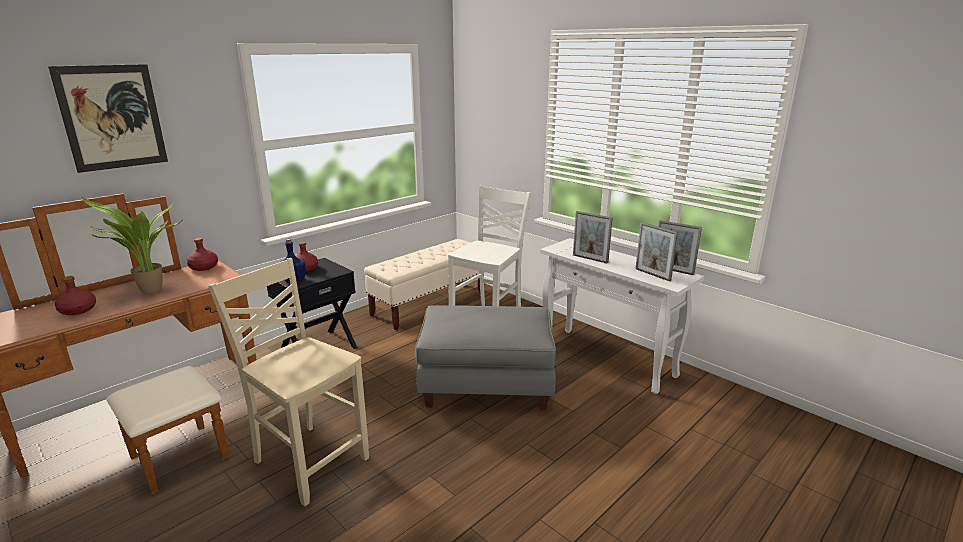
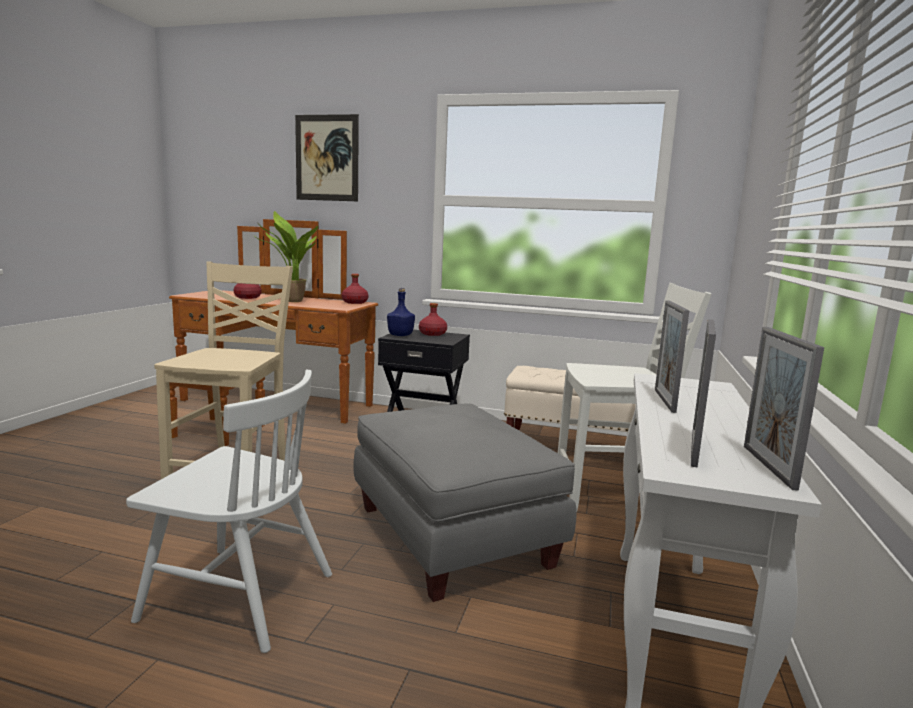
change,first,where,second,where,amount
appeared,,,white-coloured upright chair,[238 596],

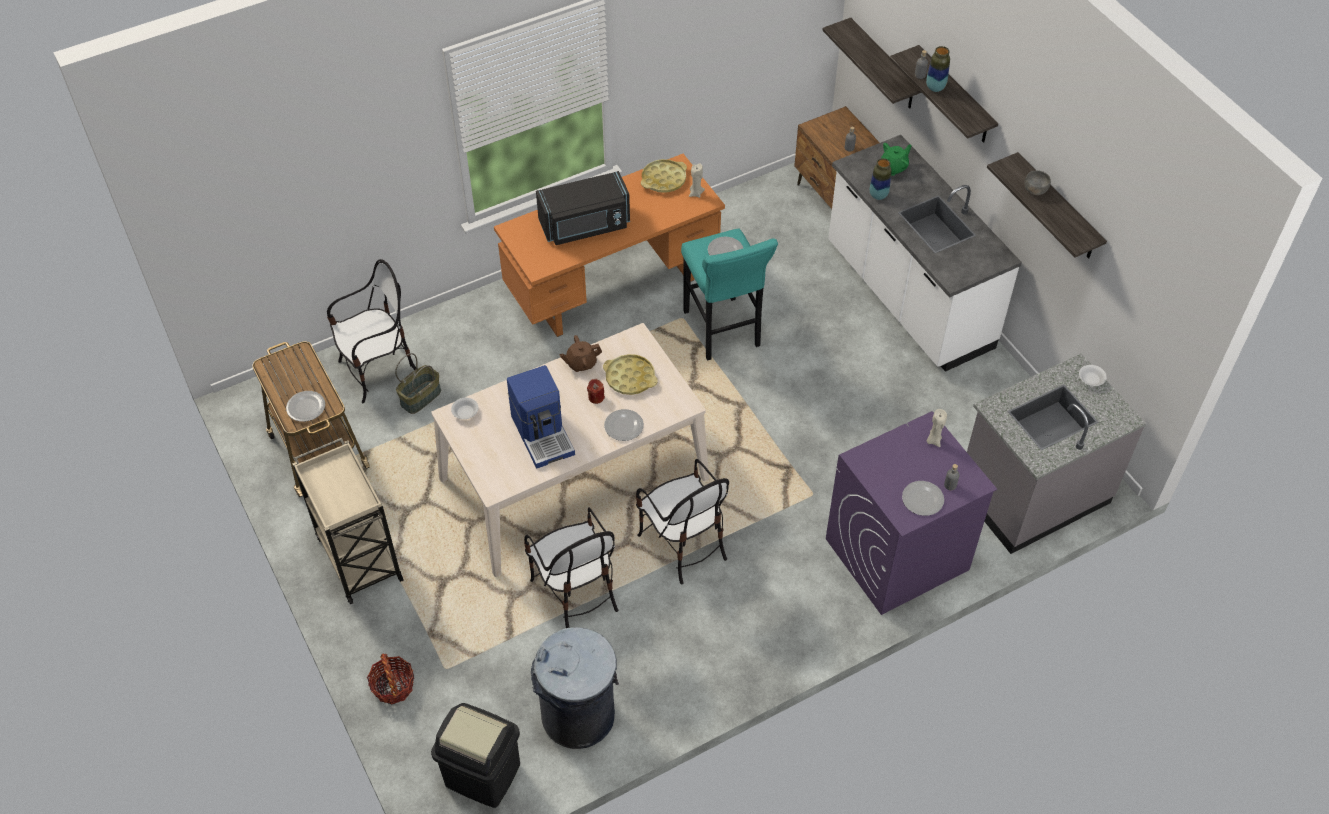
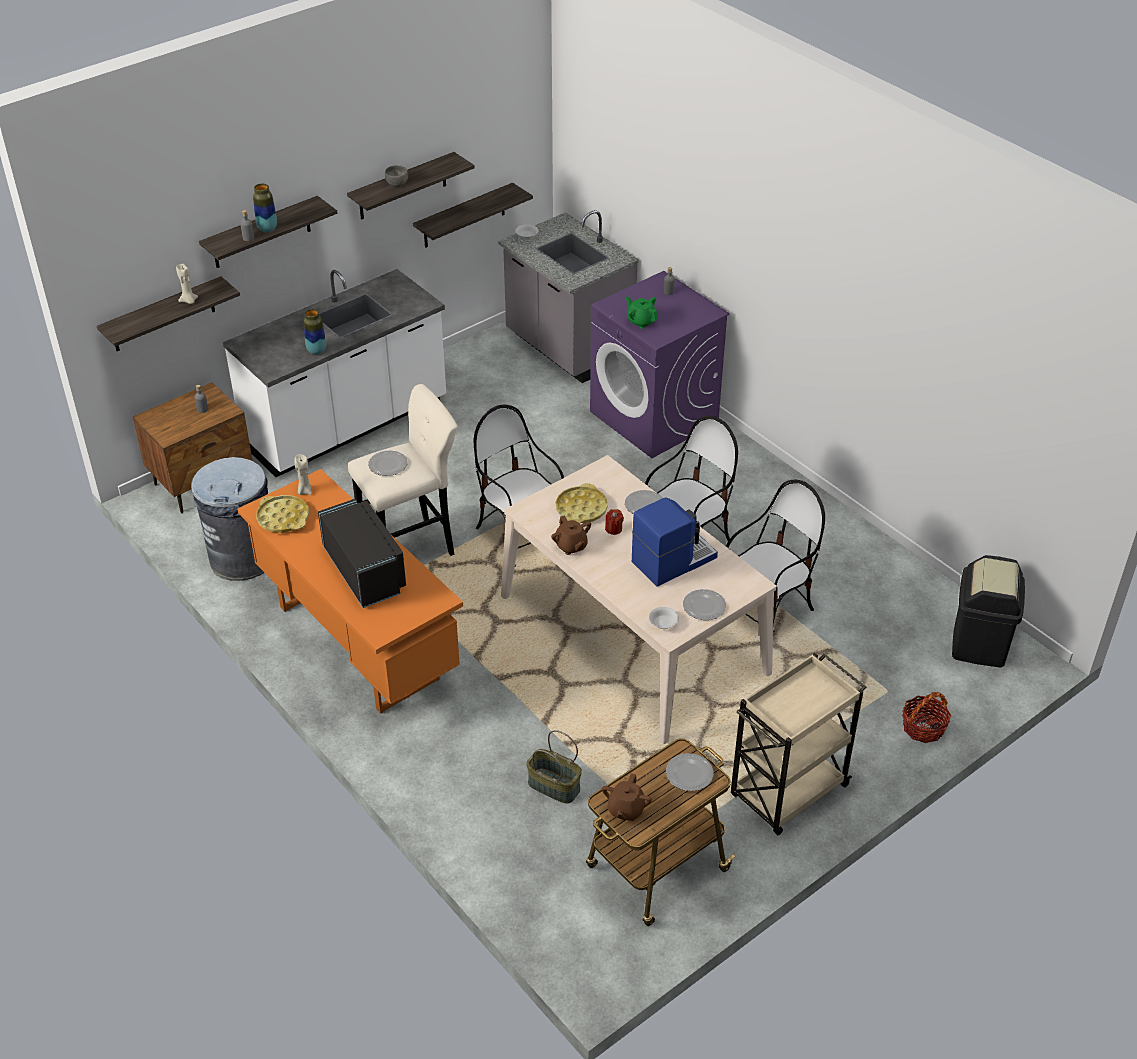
change,first,where,second,where,amount
relocated,greenish tea pot,[893 167],,[641 321],
colour,turquoise-coloured stool seat,[722 332],sand-coloured stool seat,[412 548],
relocated,upright chair,[379 370],,[519 535],
relocated,sand-coloured wax light,[933 440],,[189 301],
relocated,flat dish,[922 499],,[703 606],
relocated,greyish waste bin,[578 716],,[244 557],
appeared,,,wall shelf,[464 216],
appeared,,,brownish tea pot,[625 809],

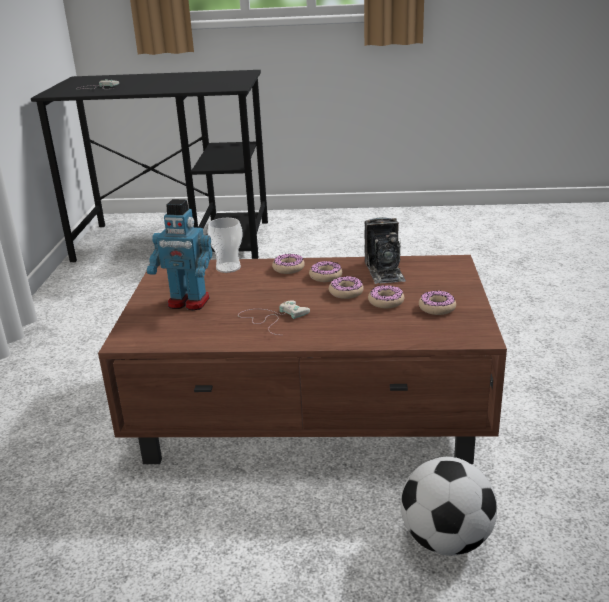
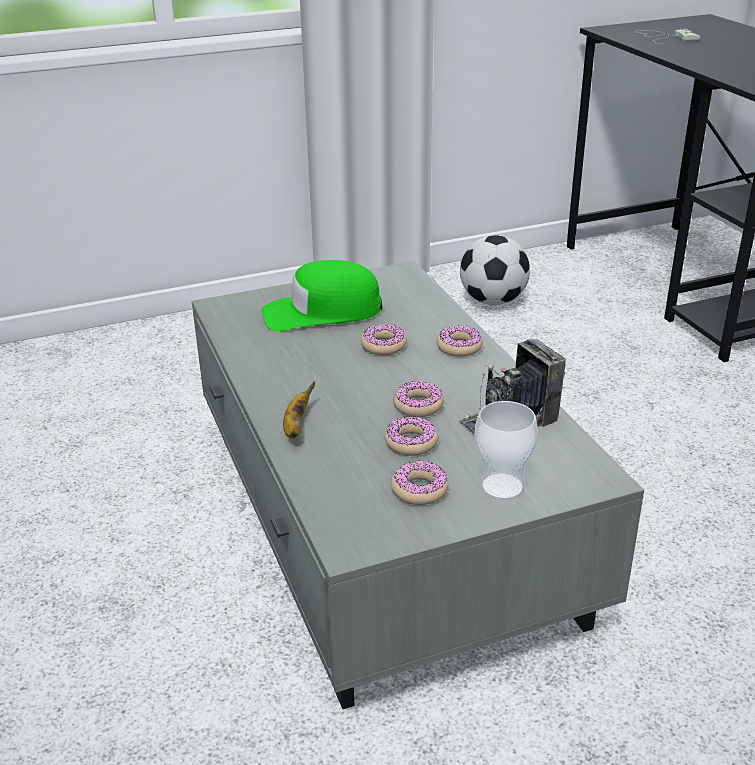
change,first,where,second,where,amount
exchanged,robot figure,[188 302],greenish peaked cap,[322 312],
relocated,small cup,[228 267],,[502 487],
colour,brownish coffee table,[313 409],greyish coffee table,[384 525],
relocated,doughnut,[325 276],,[383 346],
missing,white-coloured game controller,[272 318],,,
relocated,ball for football,[446 540],,[492 301],
appeared,,,whole banana,[296 426],

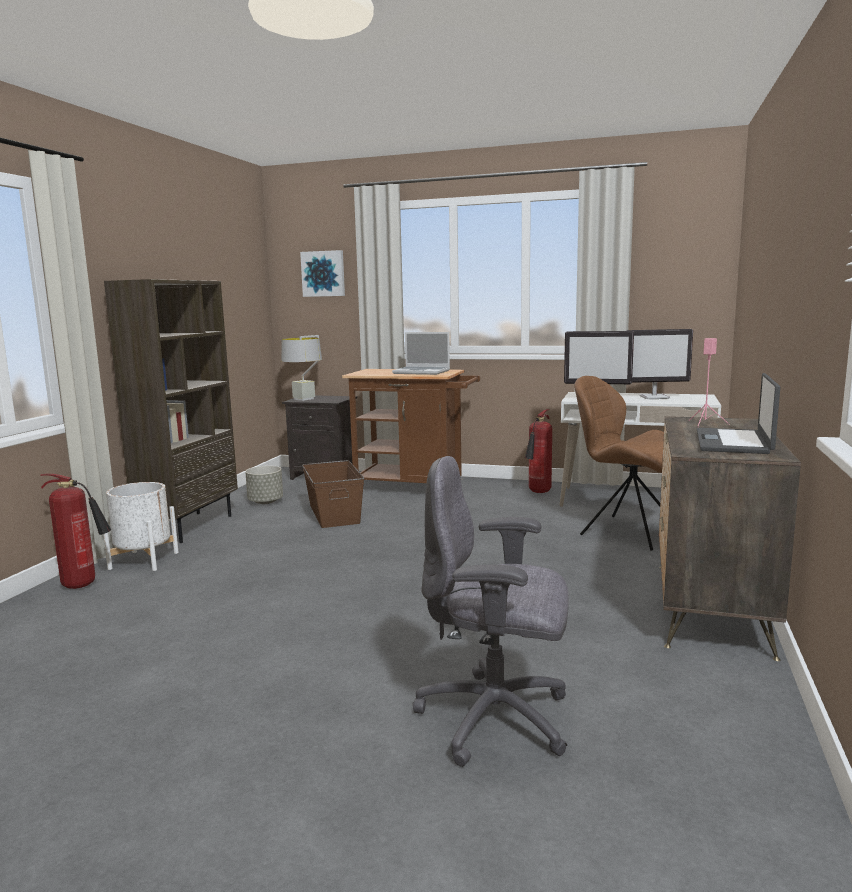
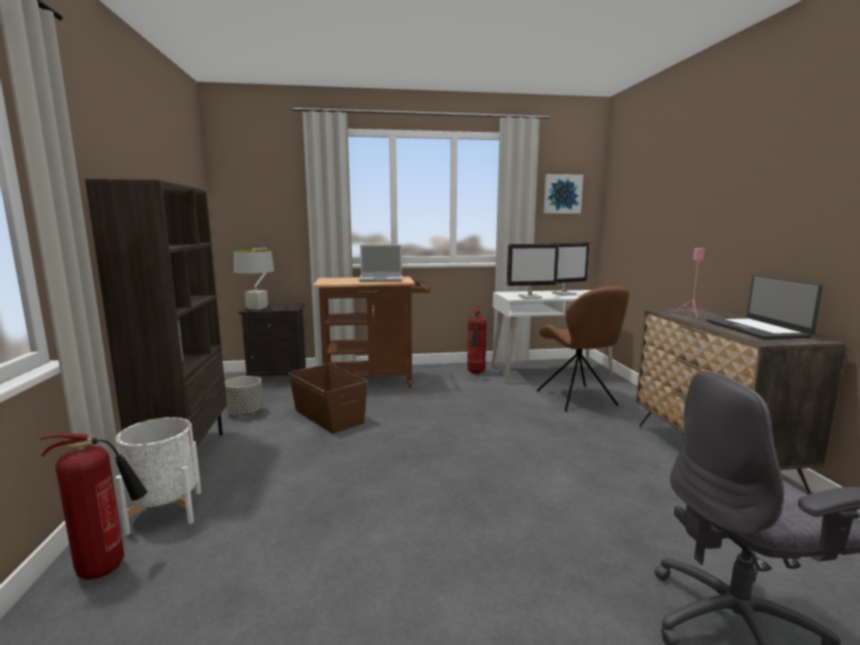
change,first,where,second,where,amount
relocated,wall picture,[323 274],,[562 194],
spun,brownish upright chair,[627 531],,[577 399],120 degrees counterclockwise

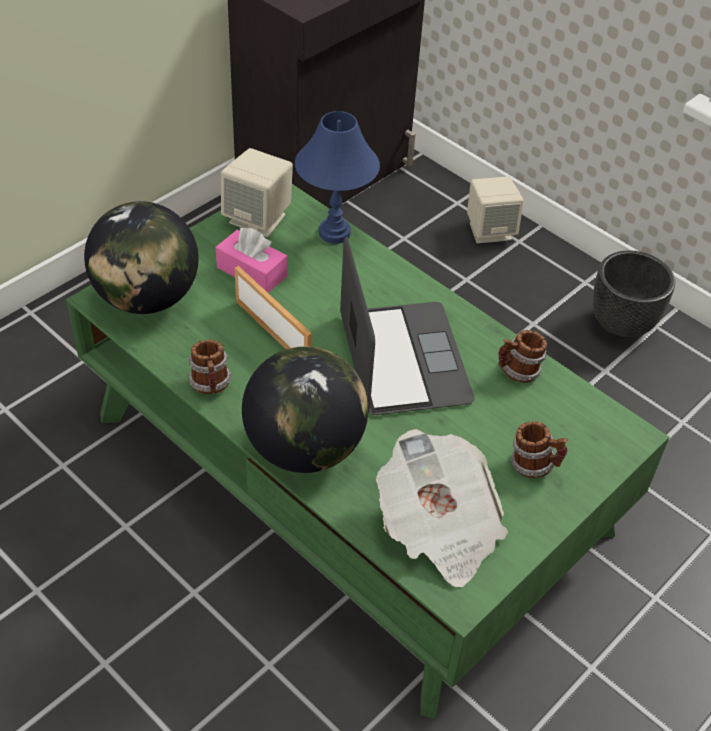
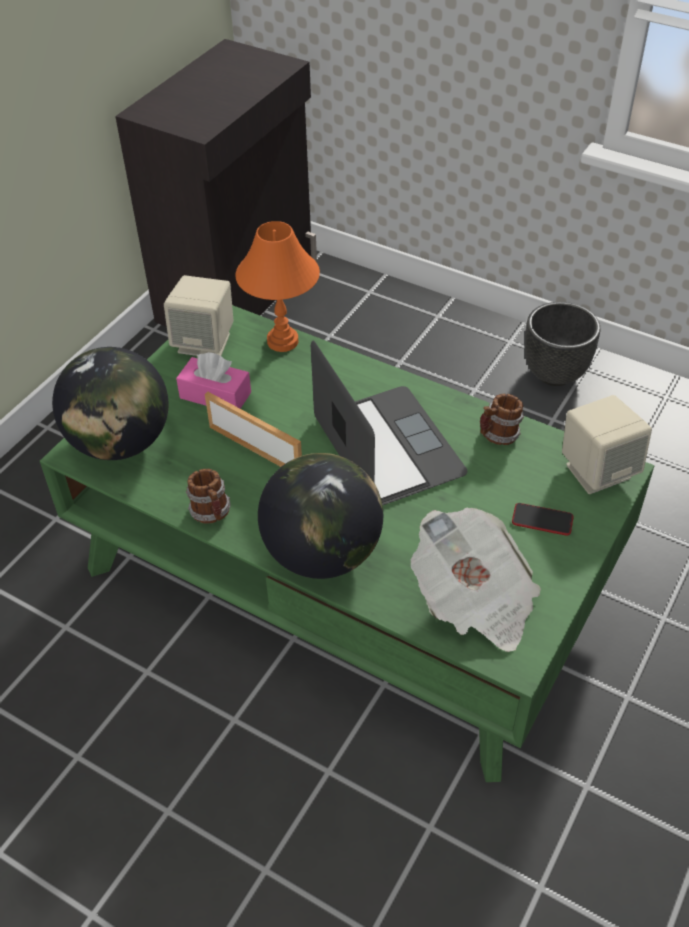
change,first,where,second,where,amount
colour,bluish lamp for a table,[334 232],orange-coloured lamp for a table,[282 341],
relocated,sand-coloured audio speaker,[490 231],,[597 471],
exchanged,coffee mug,[534 465],phone,[542 520],

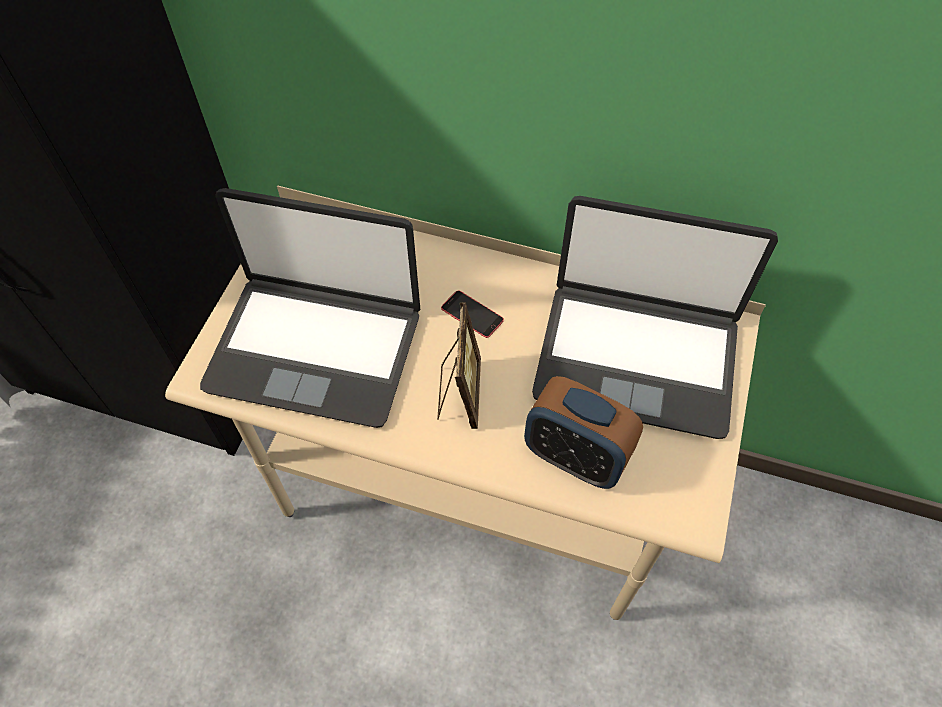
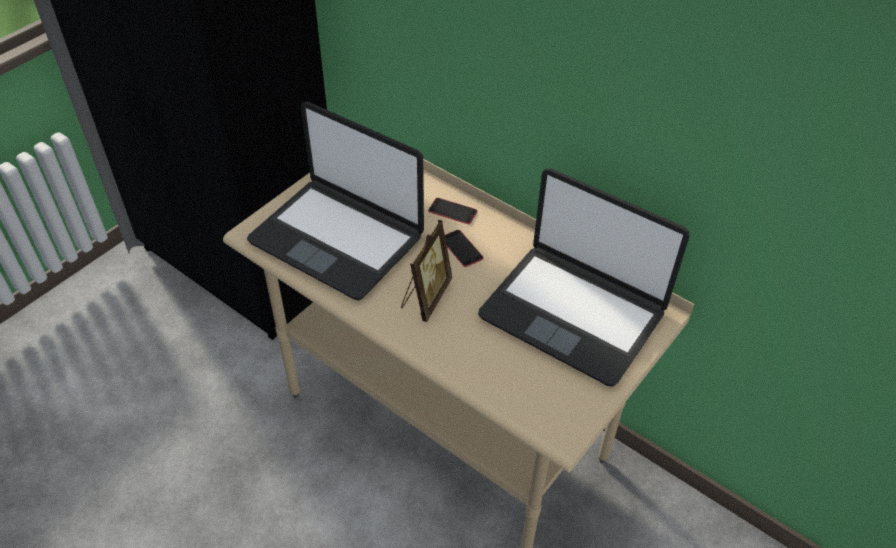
change,first,where,second,where,amount
missing,table clock,[575 456],,,
appeared,,,phone,[452 211],

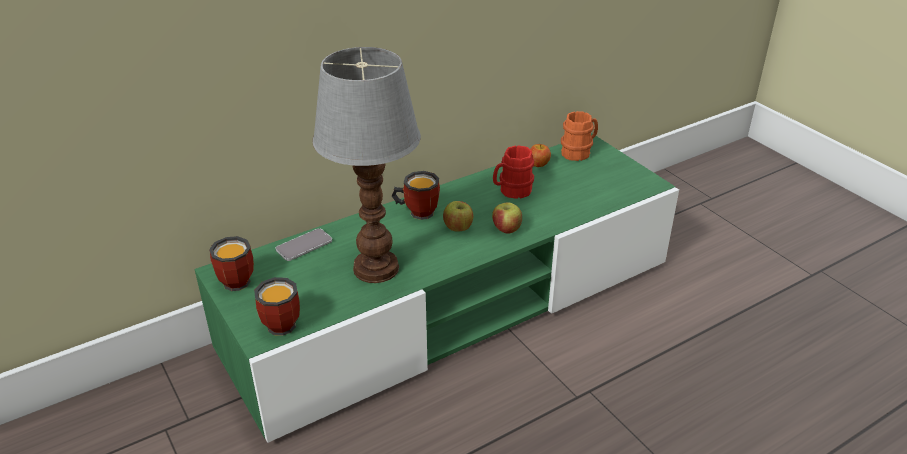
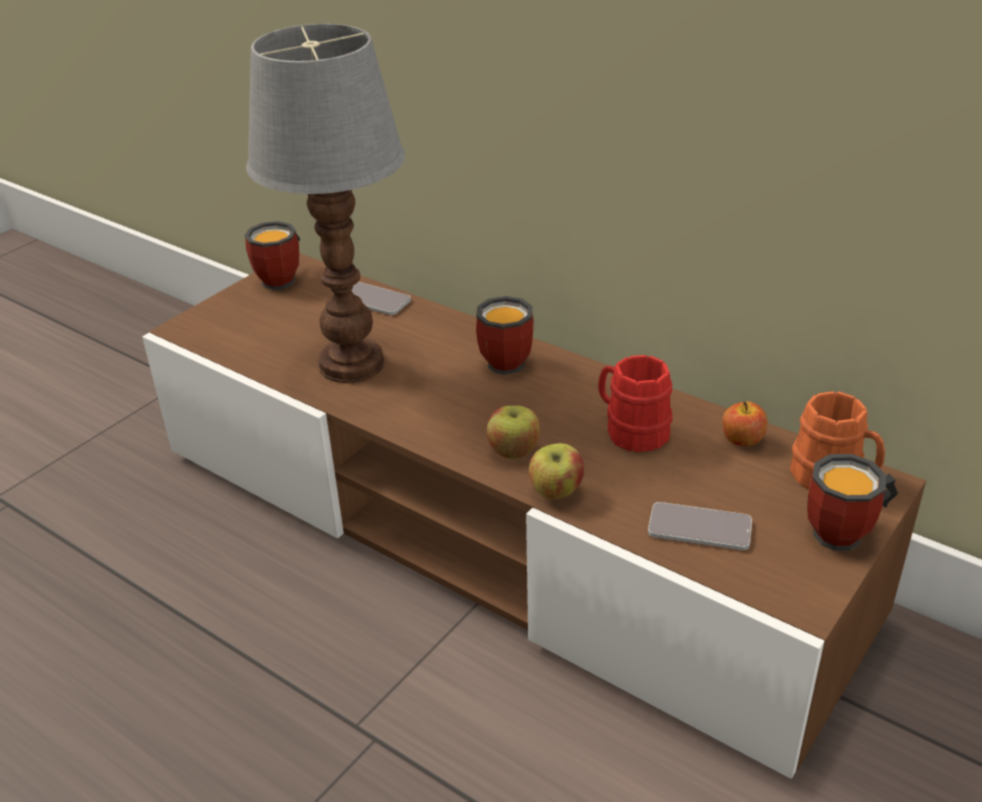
change,first,where,second,where,amount
colour,greenish tv stand,[453 306],brownish tv stand,[495 529],
relocated,apple fruit,[458 228],,[556 492],
relocated,coffee mug,[285 321],,[847 534],
appeared,,,phone,[699 528],

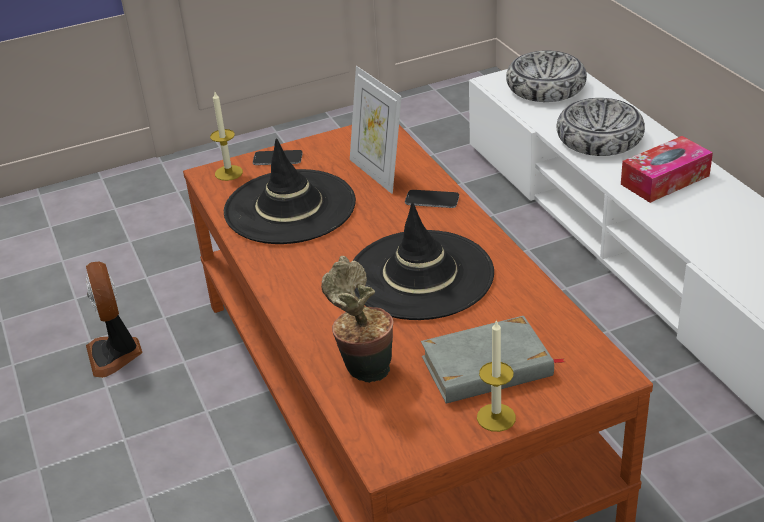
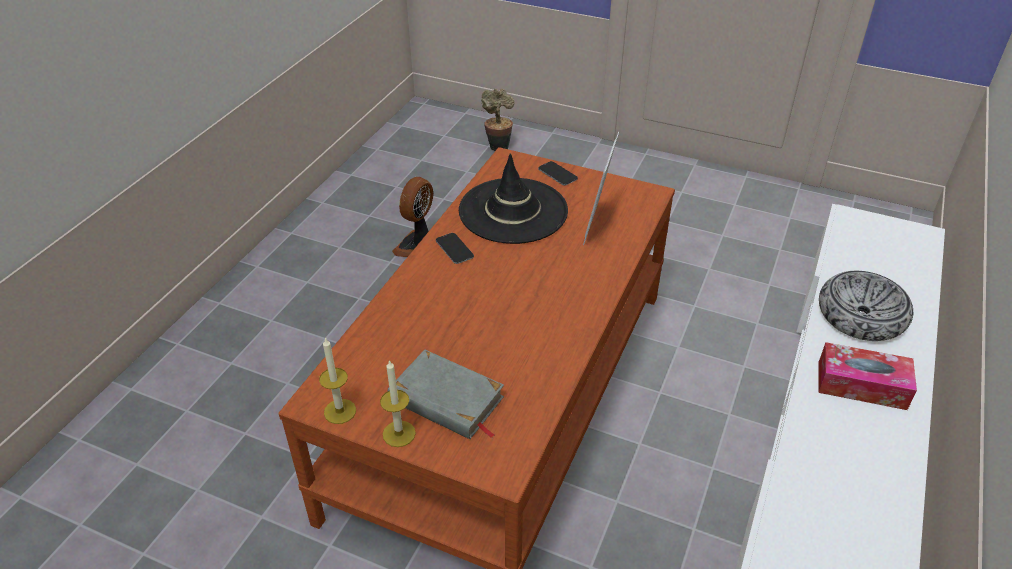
change,first,where,second,where,amount
missing,bowl,[545 88],,,
relocated,wax light,[228 173],,[340 411],
relocated,phone,[432 200],,[454 249],
missing,black hat,[421 275],,,
relocated,potted plant,[363 369],,[498 146],

